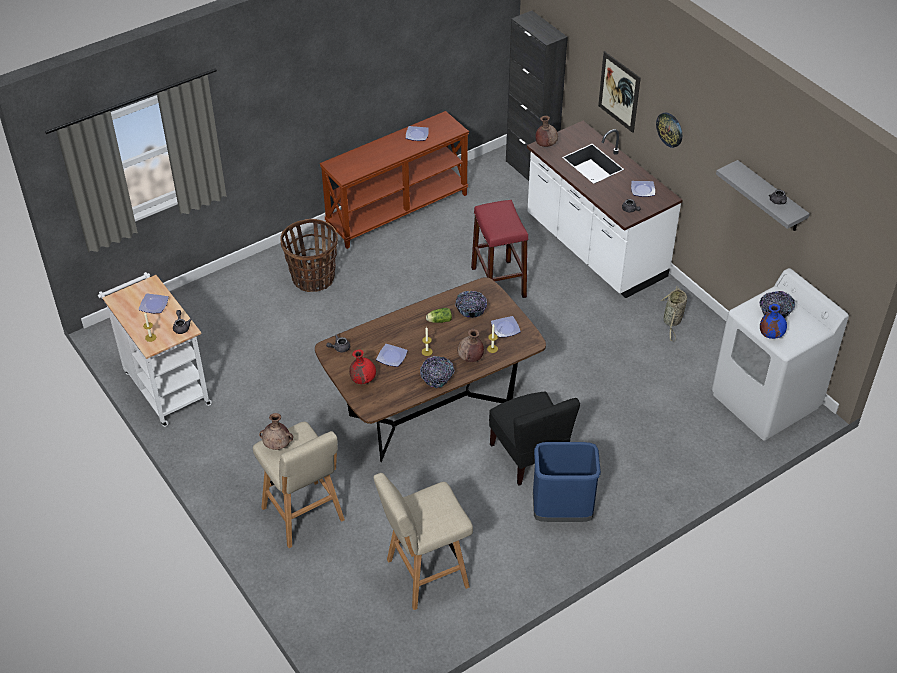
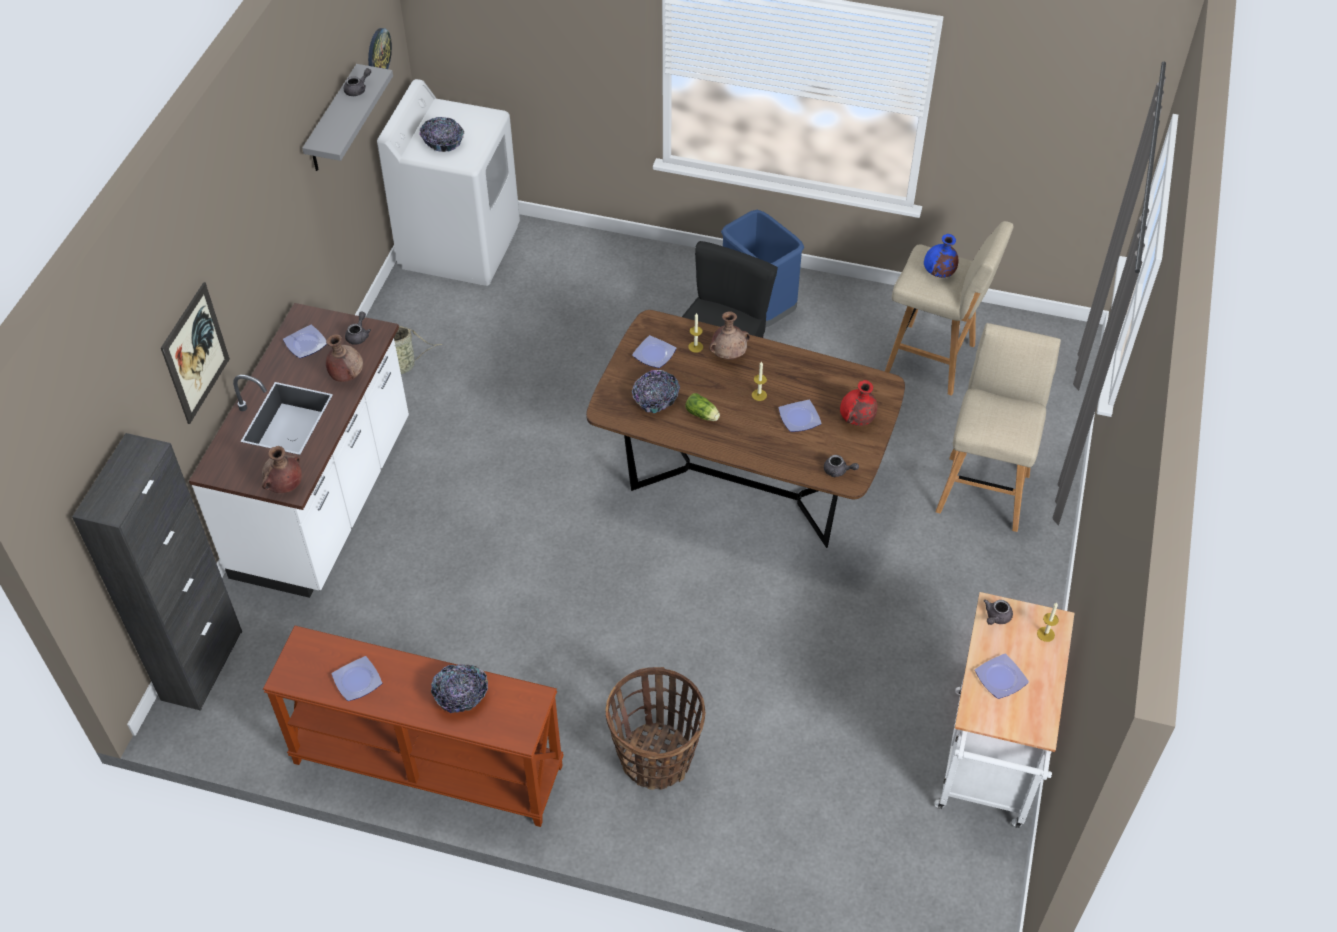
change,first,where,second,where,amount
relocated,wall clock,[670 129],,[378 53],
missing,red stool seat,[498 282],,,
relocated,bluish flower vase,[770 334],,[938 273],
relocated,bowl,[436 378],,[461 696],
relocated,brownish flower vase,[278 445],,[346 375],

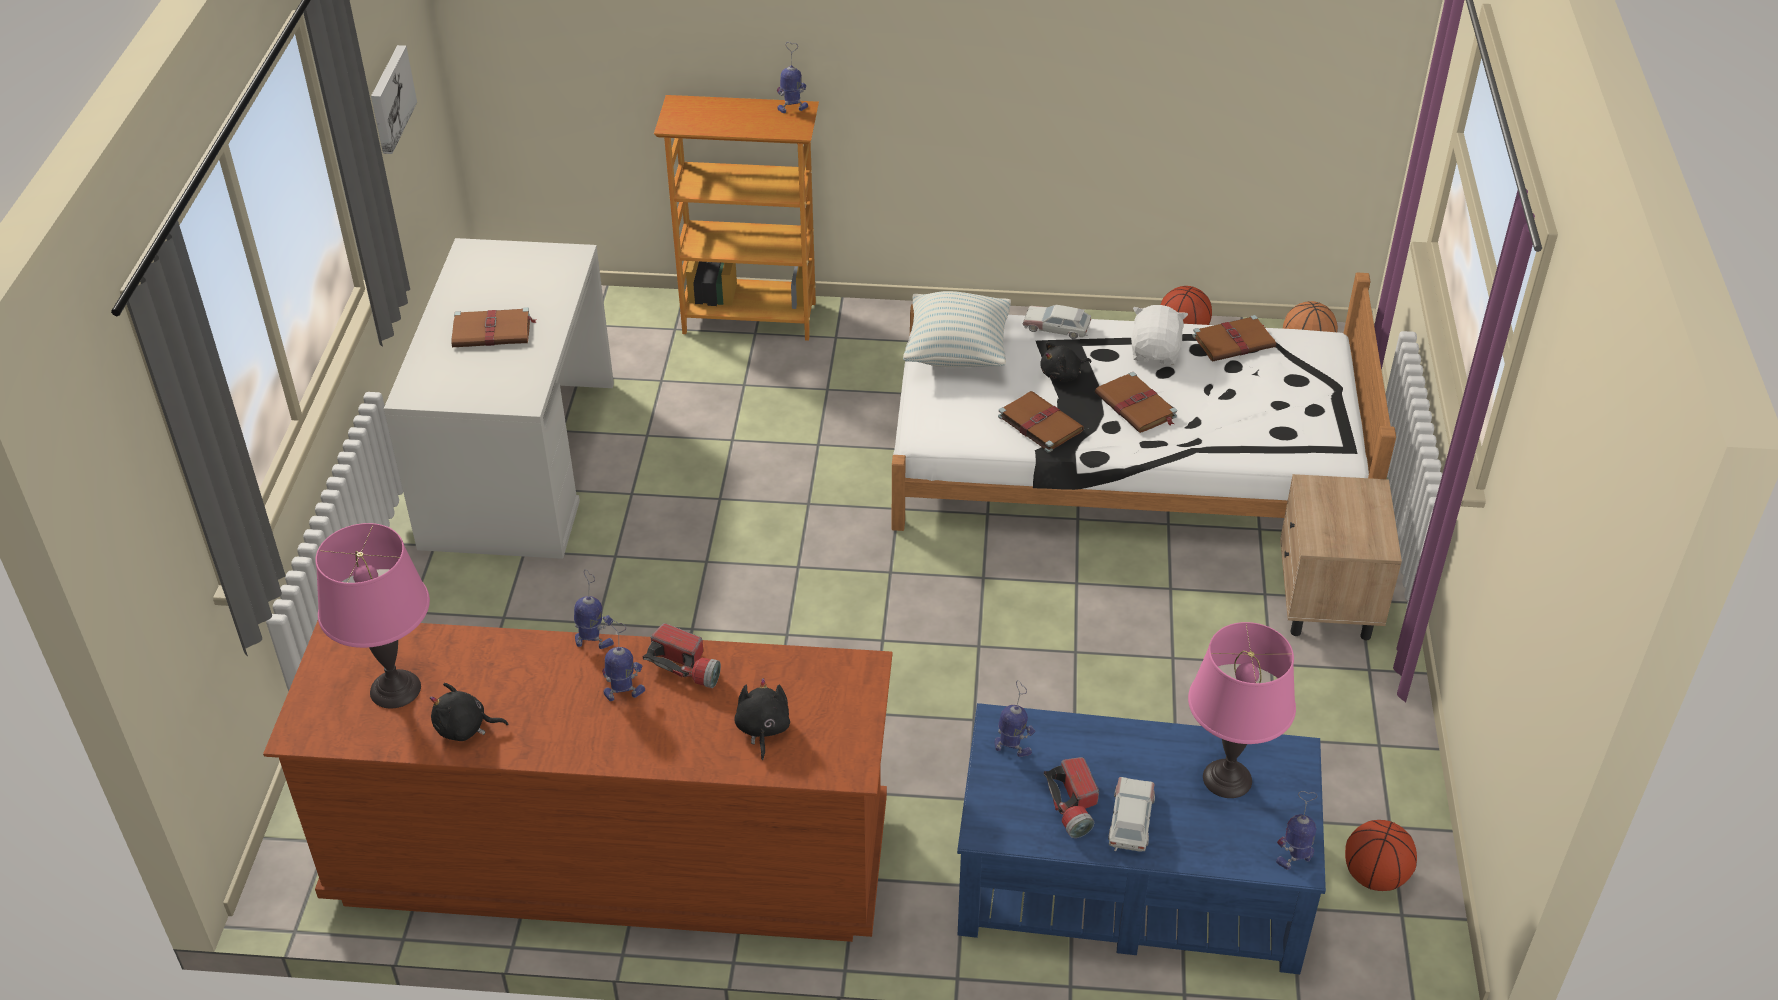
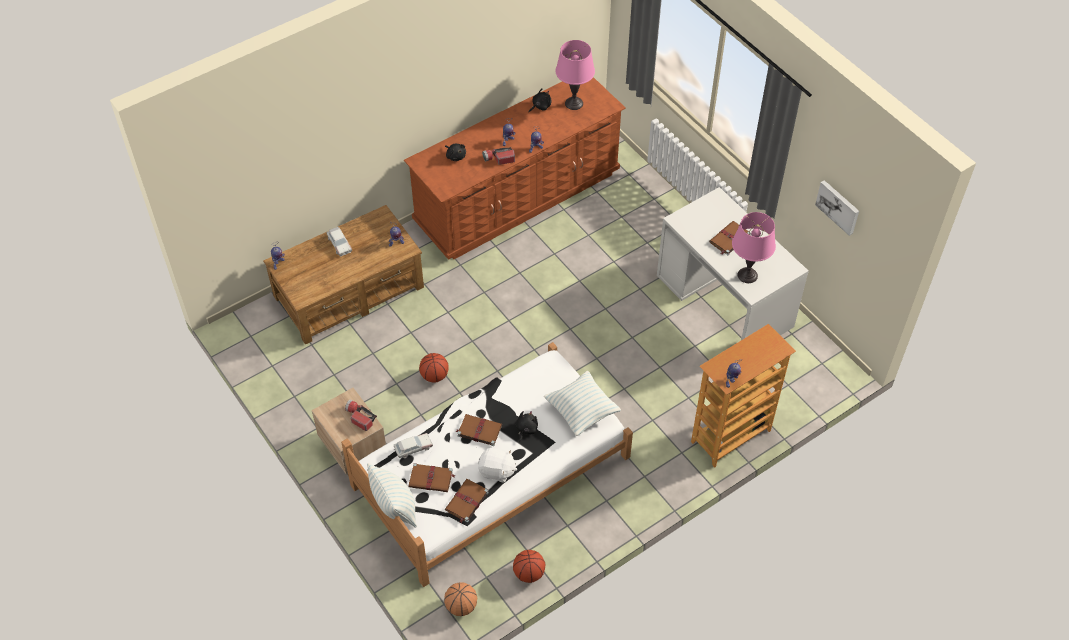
change,first,where,second,where,amount
relocated,miniature car,[1057 327],,[413 448],
spun,white-coloured plush toy,[1155 352],,[497 471],45 degrees counterclockwise
relocated,brownish book,[1039 423],,[431 479],
relocated,pink lamp for a table,[1227 778],,[747 275],
colour,bluish coffee table,[1129 878],brownish coffee table,[349 292],
relocated,flashlight,[1073 806],,[359 417],
relocated,ball for basketball,[1374 876],,[434 376],
appeared,,,throw pillow,[395 508],

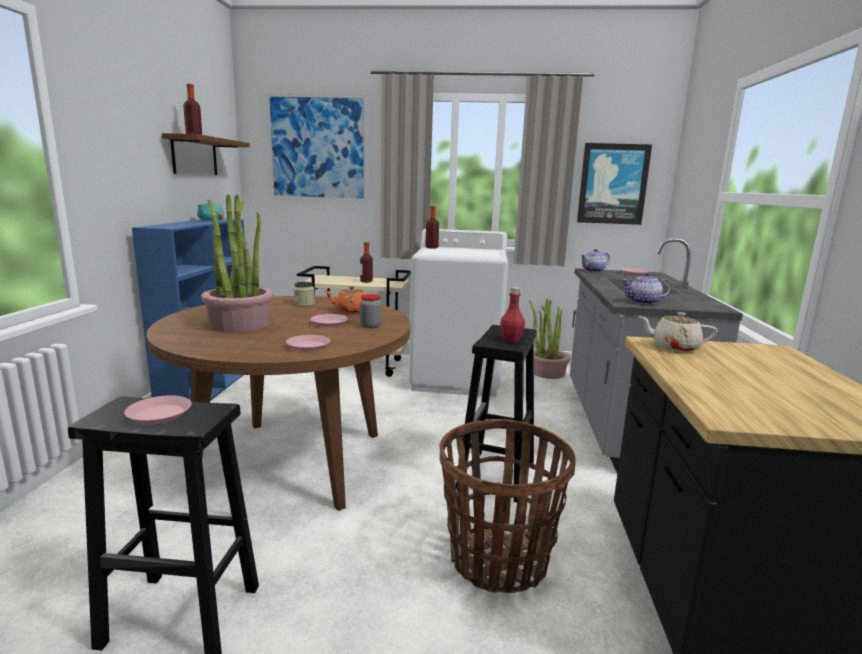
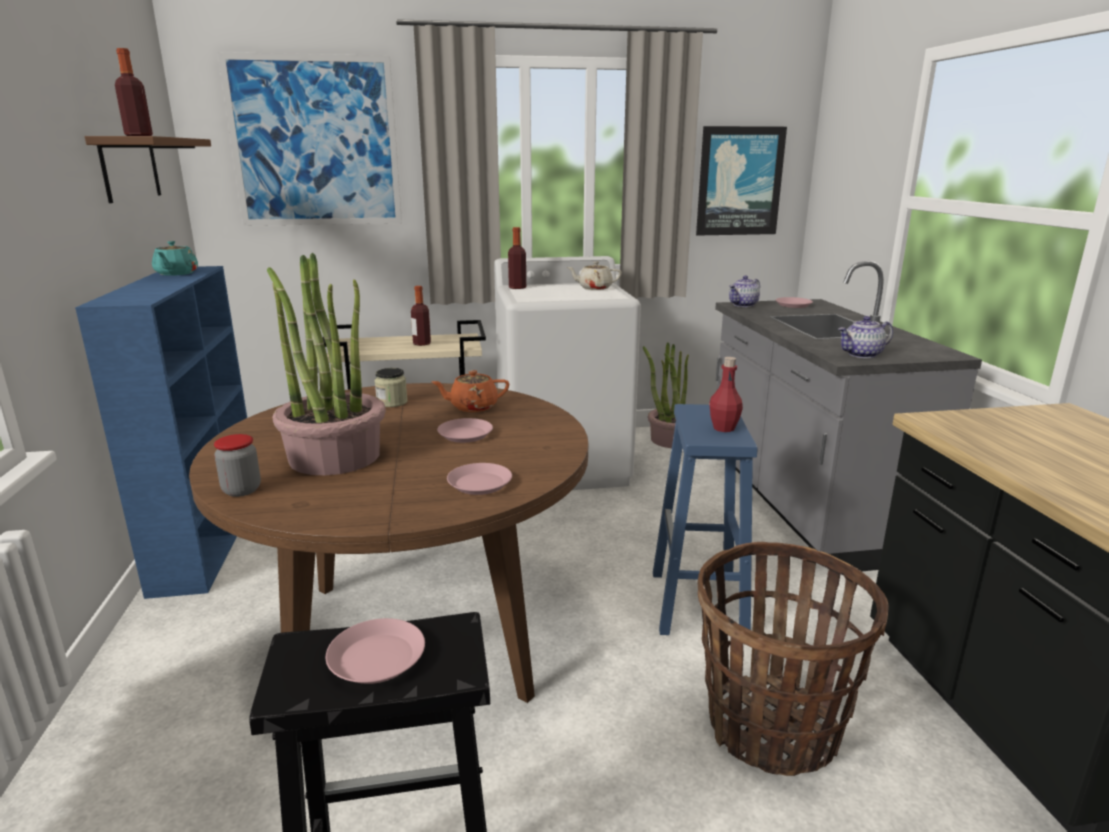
change,first,where,second,where,amount
relocated,preserve jar,[370 326],,[241 490],
relocated,sand-coloured tea pot,[674 347],,[594 288],
colour,black stool seat,[496 476],bluish stool seat,[698 604],

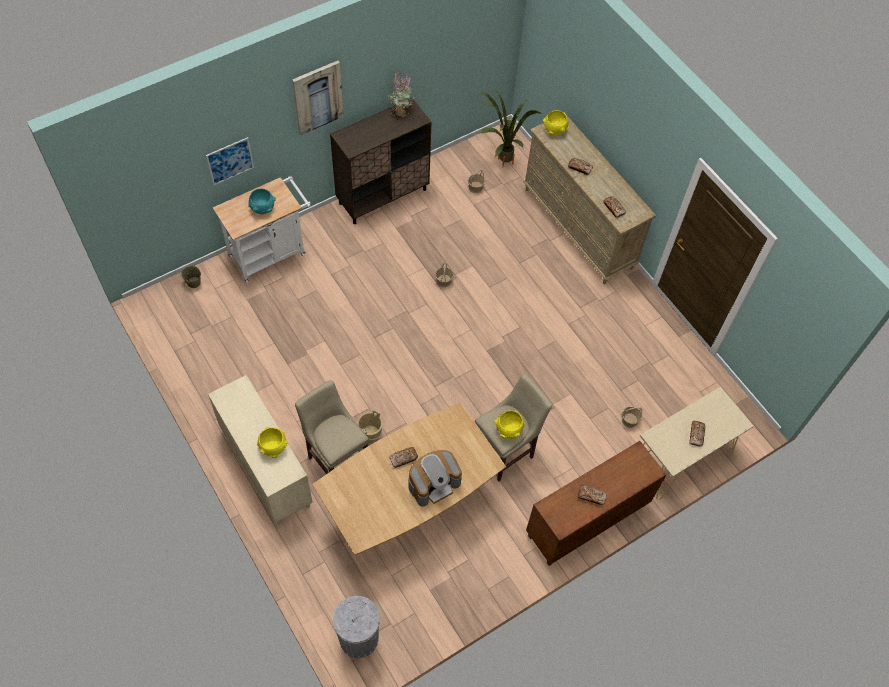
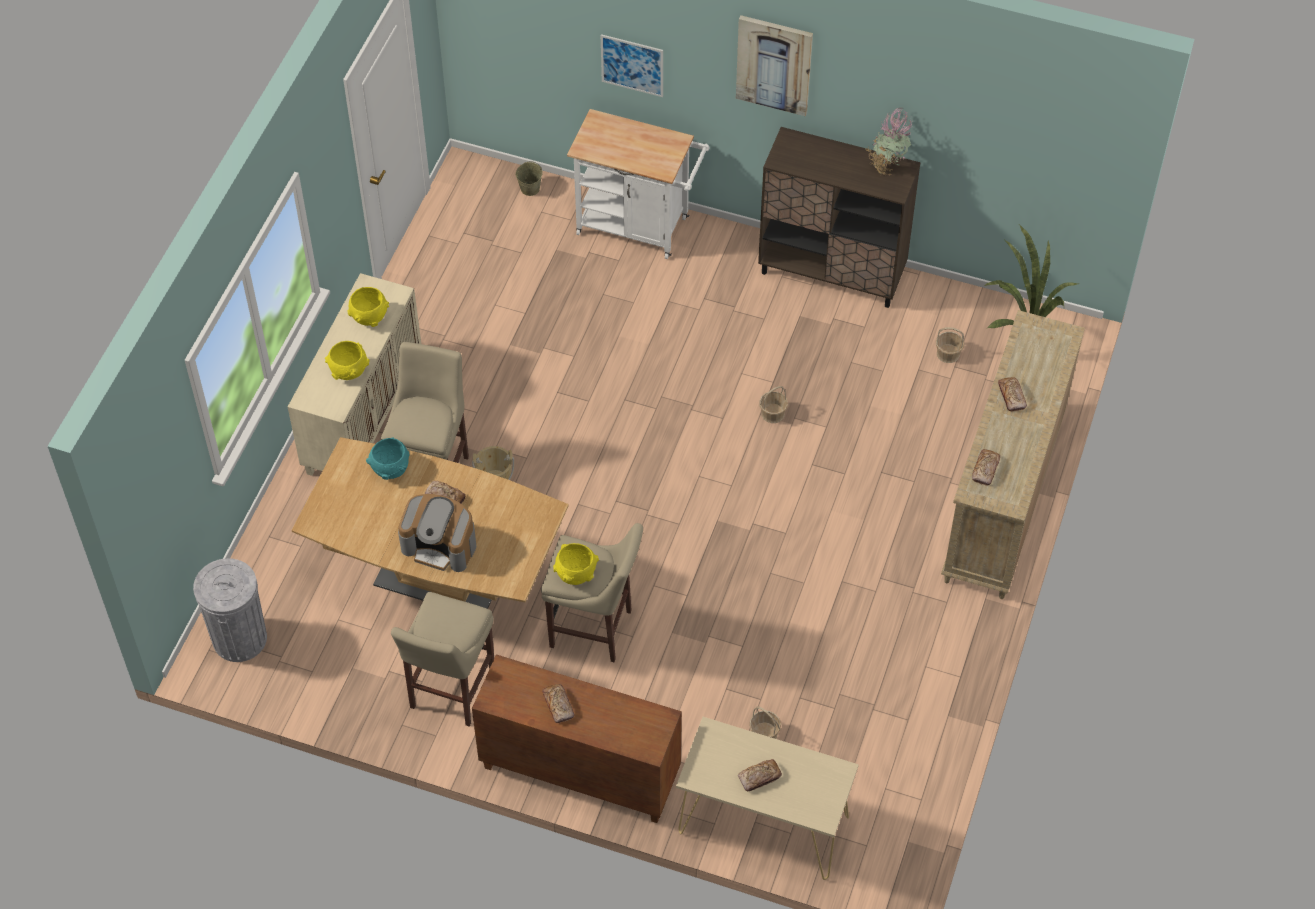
change,first,where,second,where,amount
relocated,yellowish bowl,[554 130],,[369 317],
relocated,turquoise-coloured bowl,[263 208],,[391 469],
appeared,,,sand-coloured stool seat,[450 693],

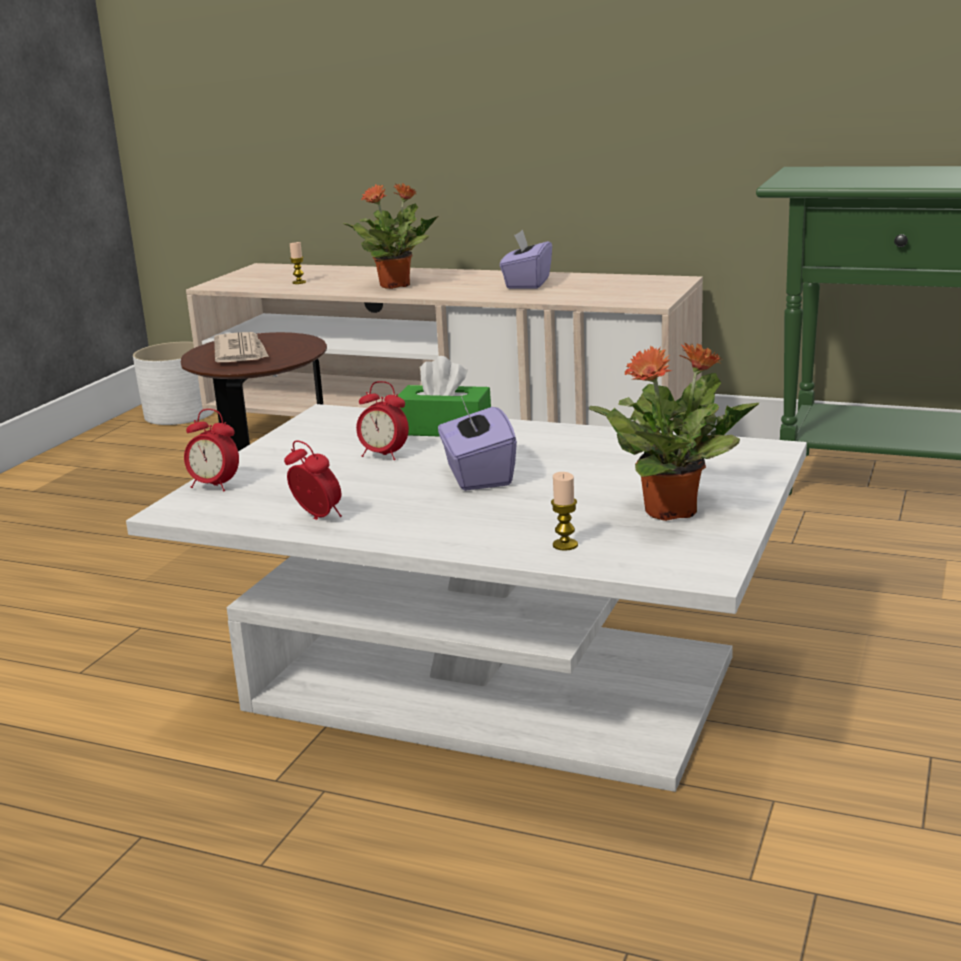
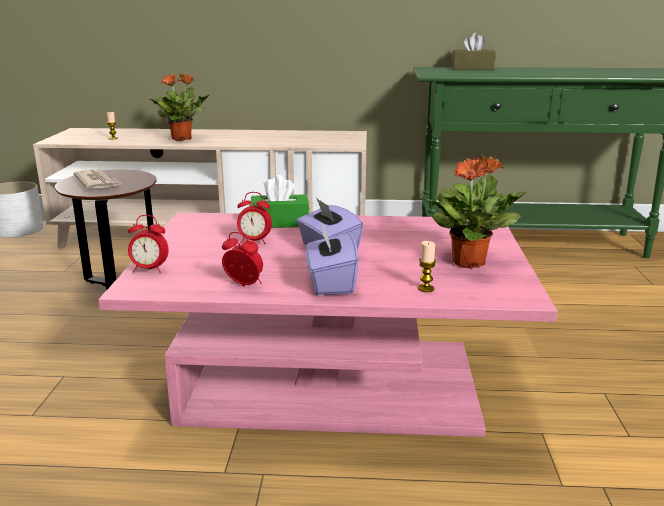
change,first,where,second,where,amount
relocated,purple tissue holder,[527 283],,[330 283],
colour,white-coloured coffee table,[491 684],pink coffee table,[332 384],
appeared,,,brownish tissue holder,[472 68],

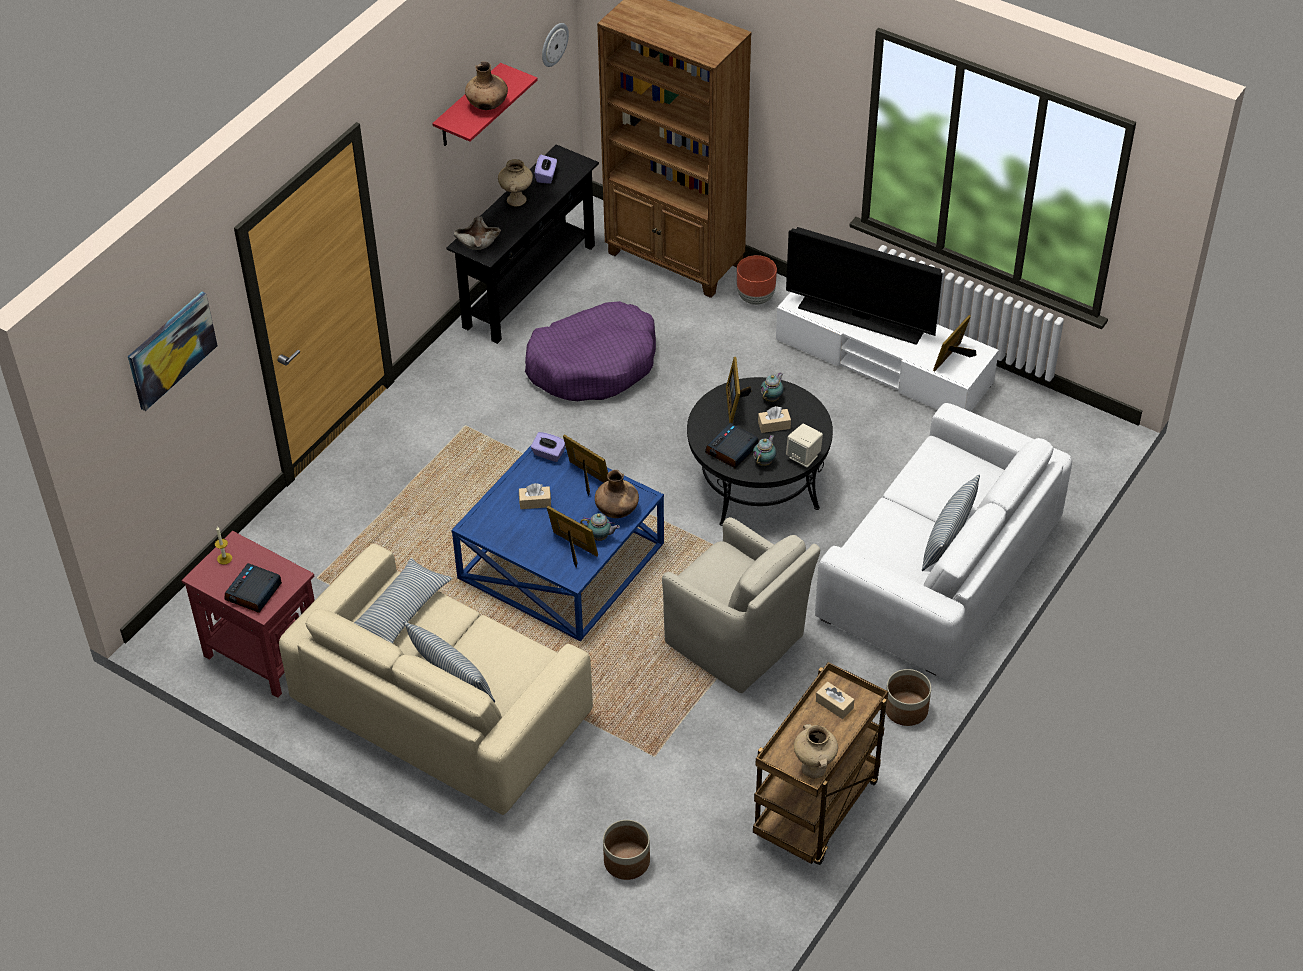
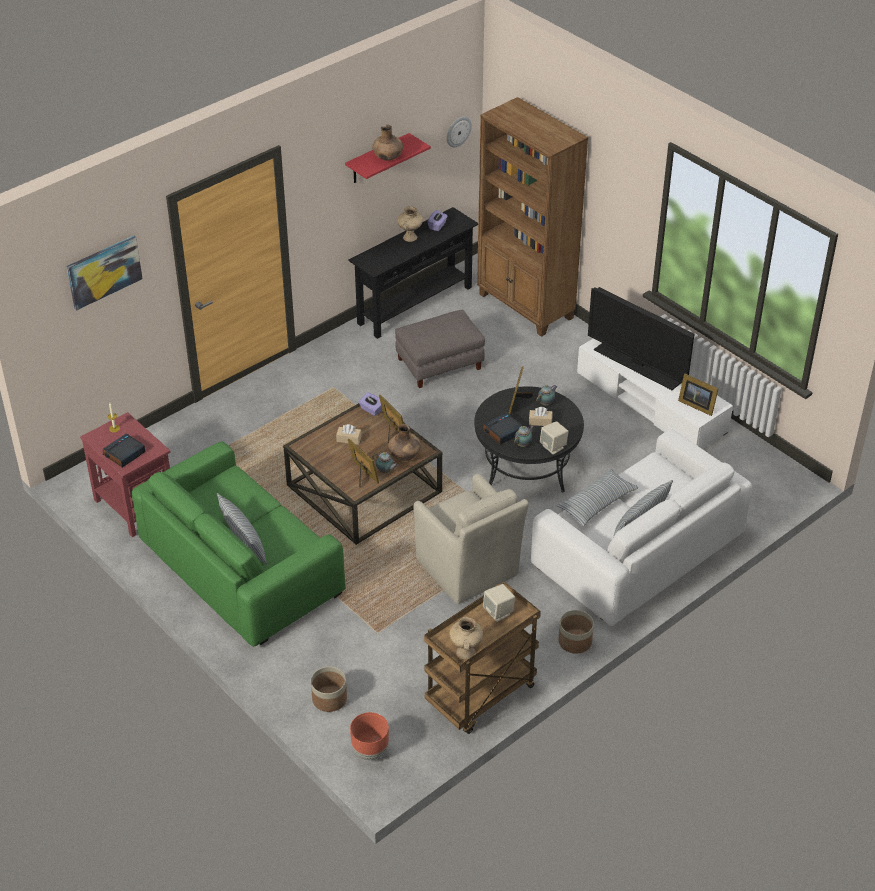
change,first,where,second,where,amount
missing,sand-coloured bowl,[477 240],,,
relocated,brownish planter,[756 298],,[370 751],
exchanged,purple dog bed,[593 364],greyish pouffe,[439 364],
spun,photo frame,[953 358],,[696 405],105 degrees counterclockwise
colour,bluish coffee table,[560 562],brownish coffee table,[363 489],
colour,sand-coloured sofa,[441 708],greenish sofa,[241 568],
relocated,throw pillow,[401 611],,[597 503],
exchanged,sand-coloured tissue holder,[834 704],sand-coloured audio speaker,[498 612],

